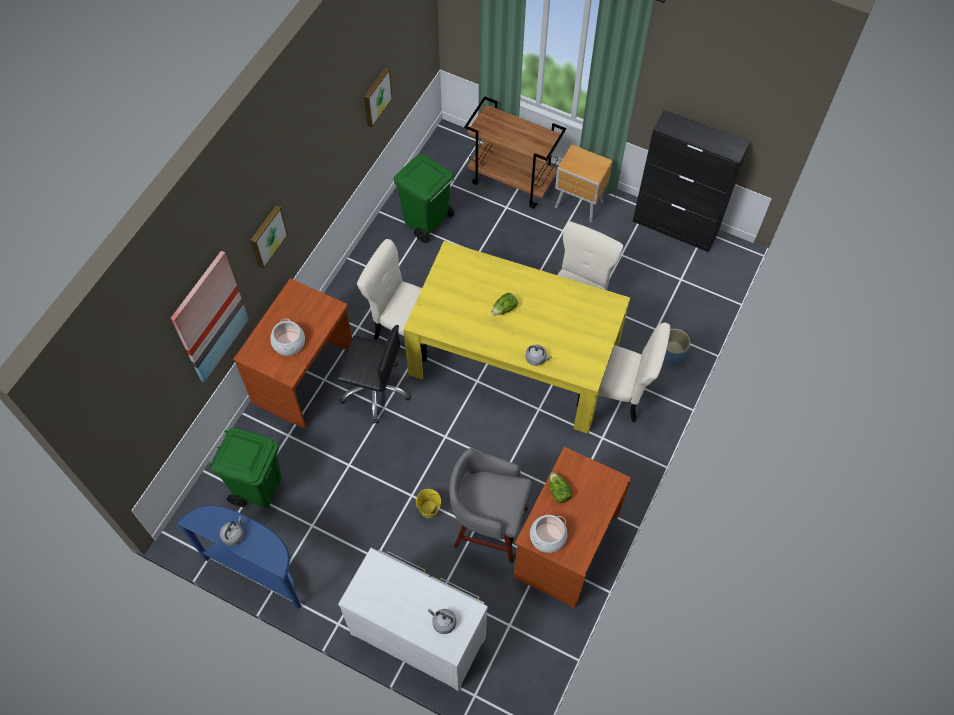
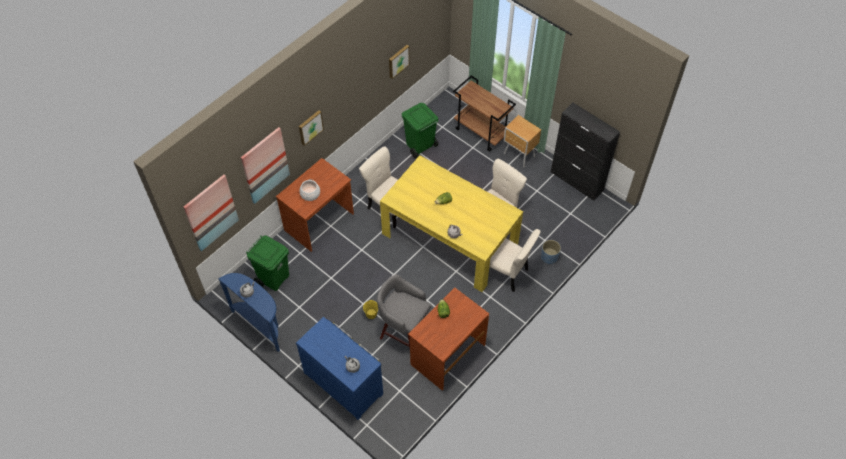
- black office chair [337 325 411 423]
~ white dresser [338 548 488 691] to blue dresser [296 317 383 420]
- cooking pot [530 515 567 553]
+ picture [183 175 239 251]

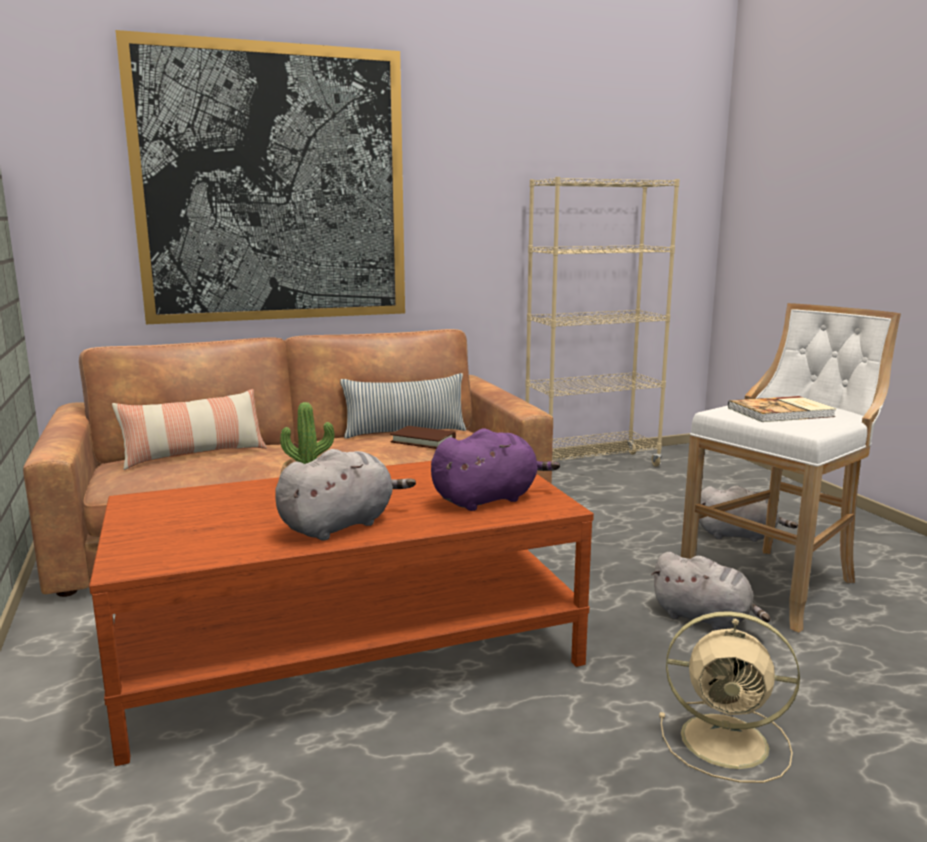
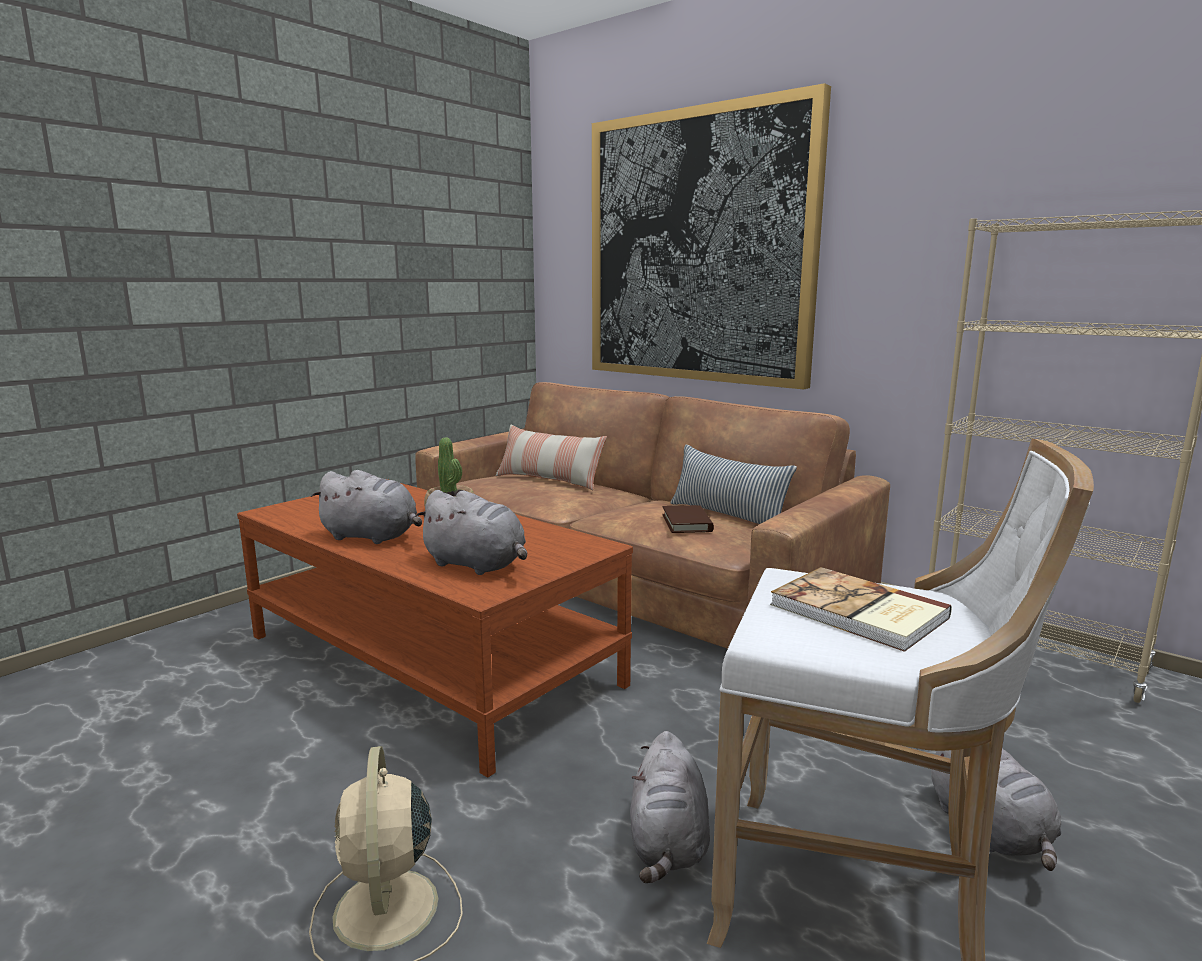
~ purple plush toy [431 429 560 511] to grey plush toy [415 490 527 575]

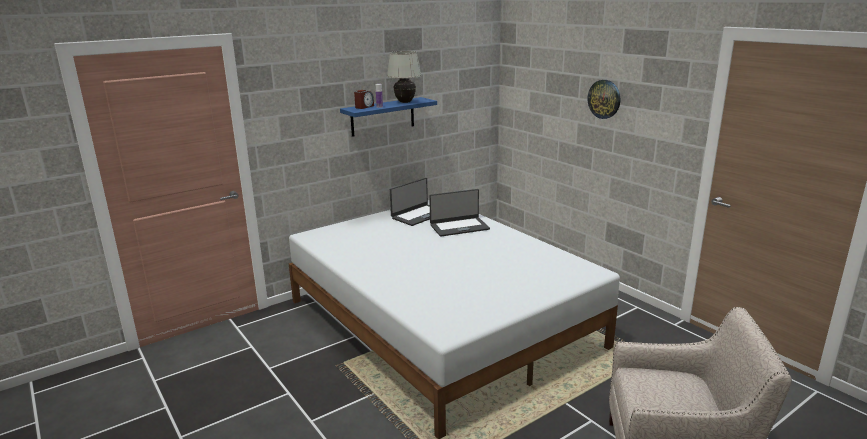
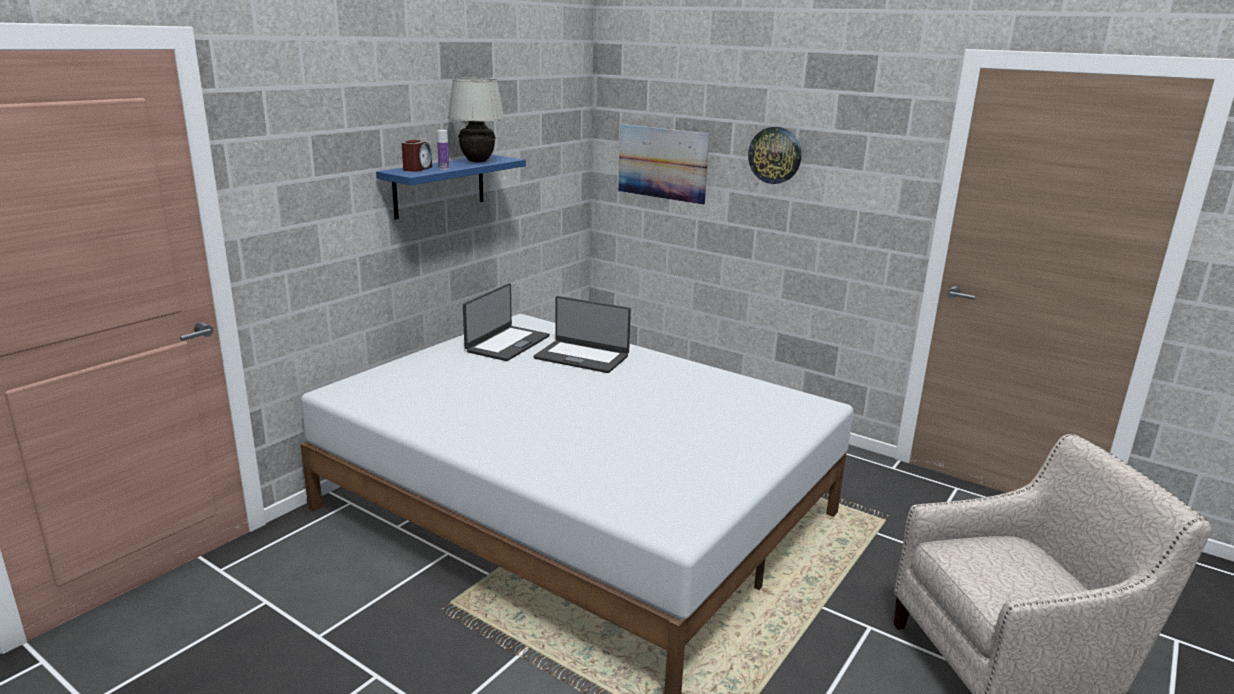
~ laptop [429 189 490 237] = [534 296 631 373] 60 degrees clockwise
+ picture [618 124 710 205]

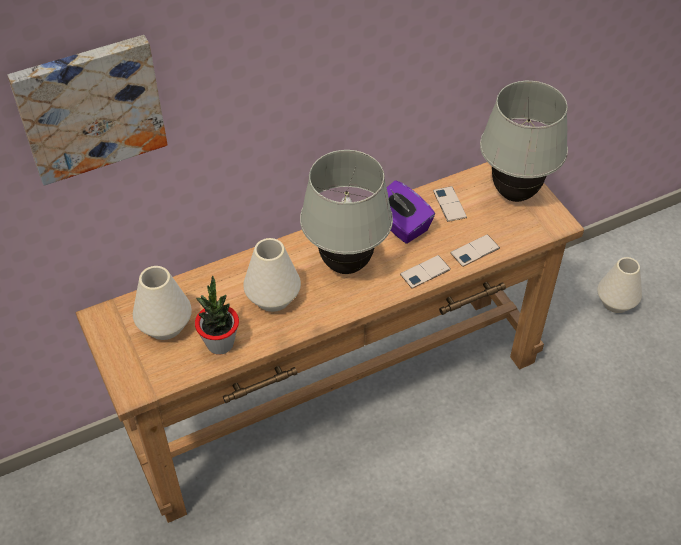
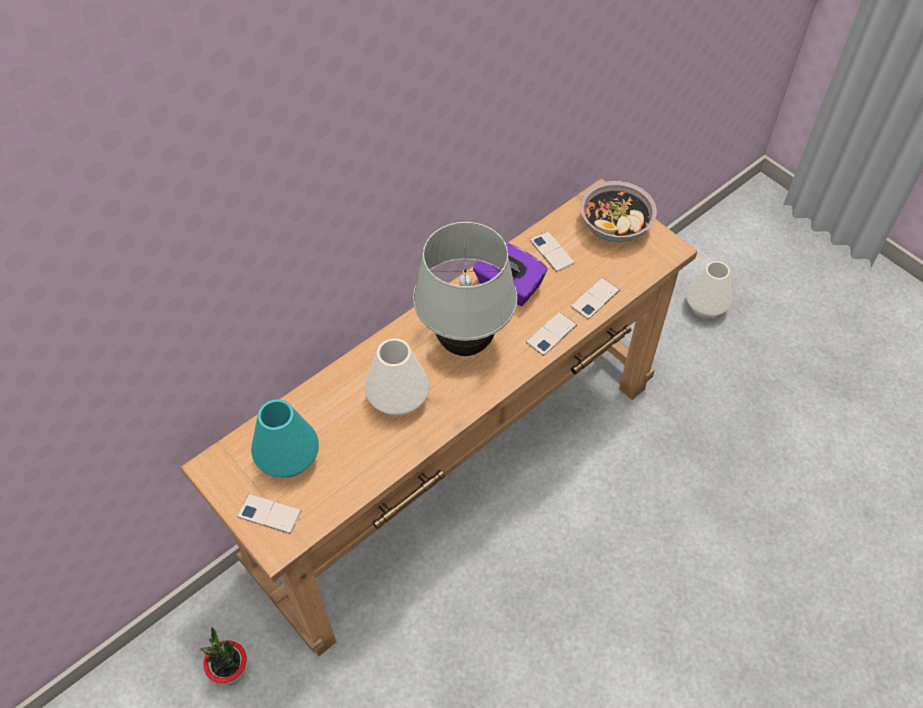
- picture [7 35 168 186]
~ white vase [133 266 192 340] to turquoise vase [251 399 319 478]
~ potted plant [195 276 239 355] to [200 627 246 685]
~ white table lamp [480 81 568 202] to bowl [580 181 657 242]
+ phone [237 494 301 534]

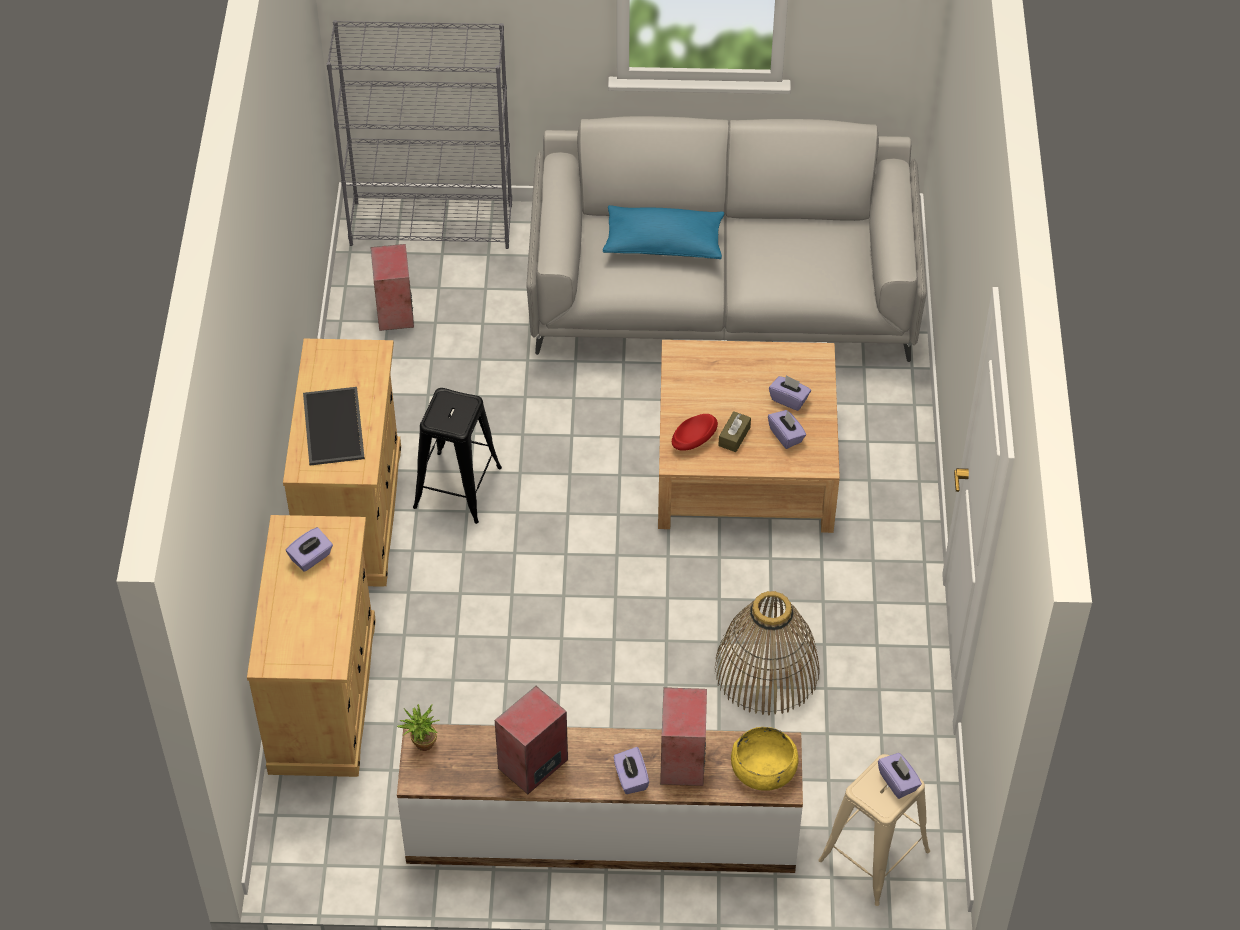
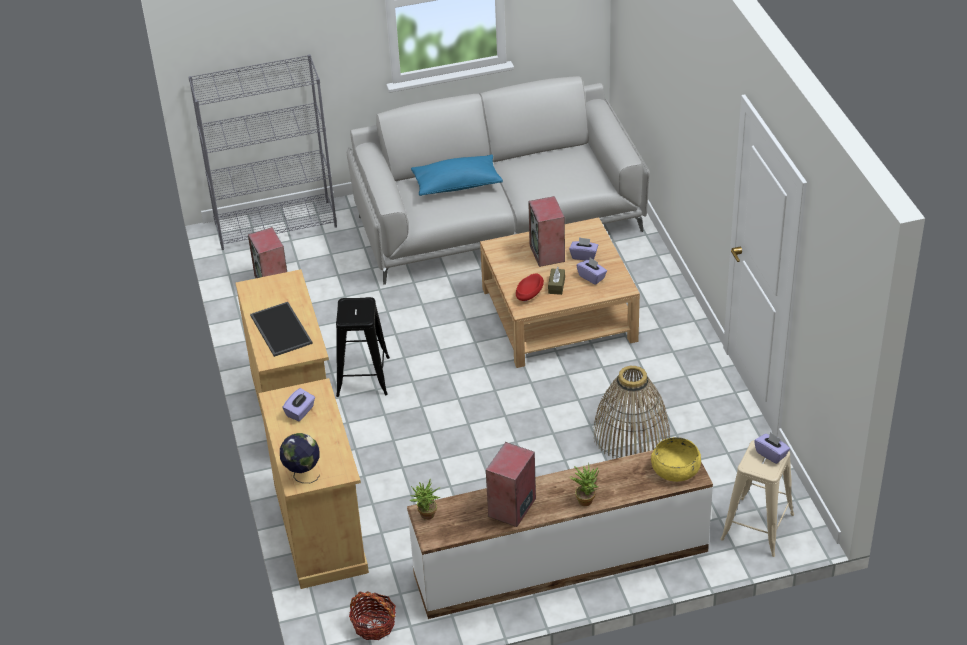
~ purple tissue box [613 747 649 794] to potted plant [570 463 599 506]
~ speaker [660 687 707 786] to [528 196 565 267]
+ globe [280 433 320 483]
+ basket [349 591 396 640]

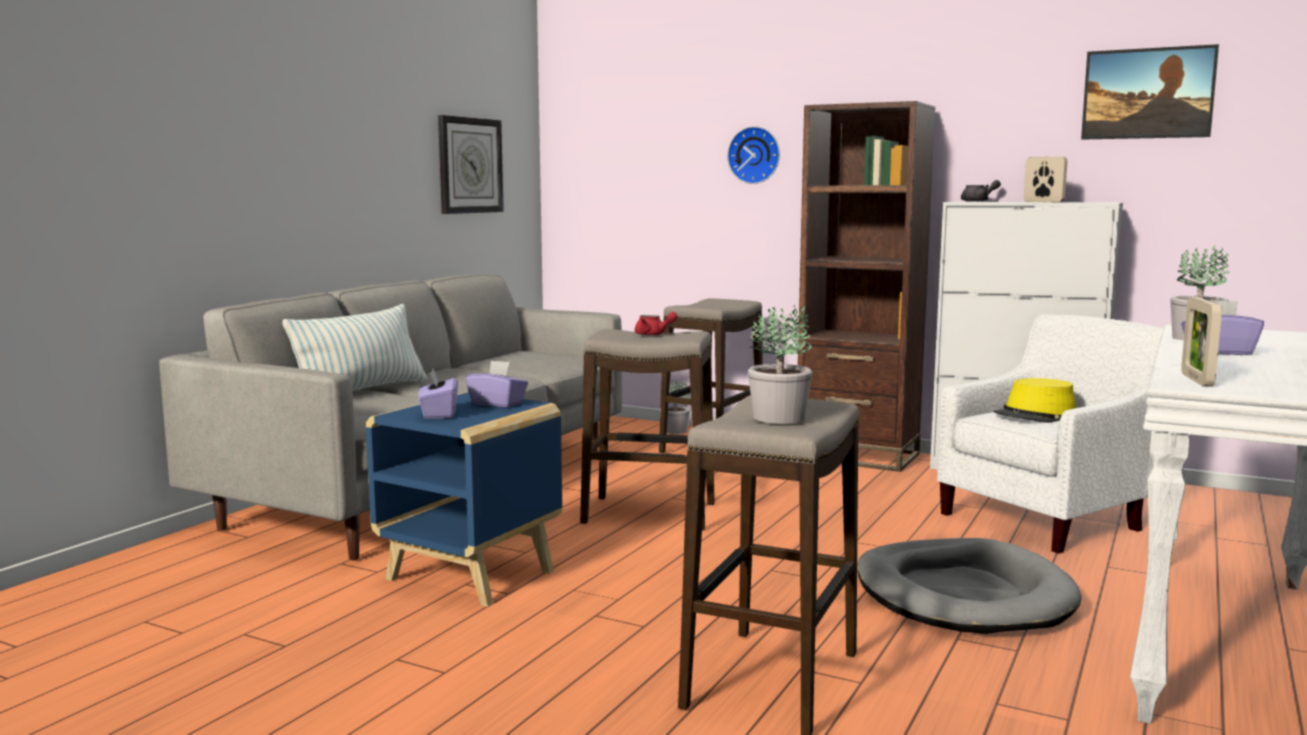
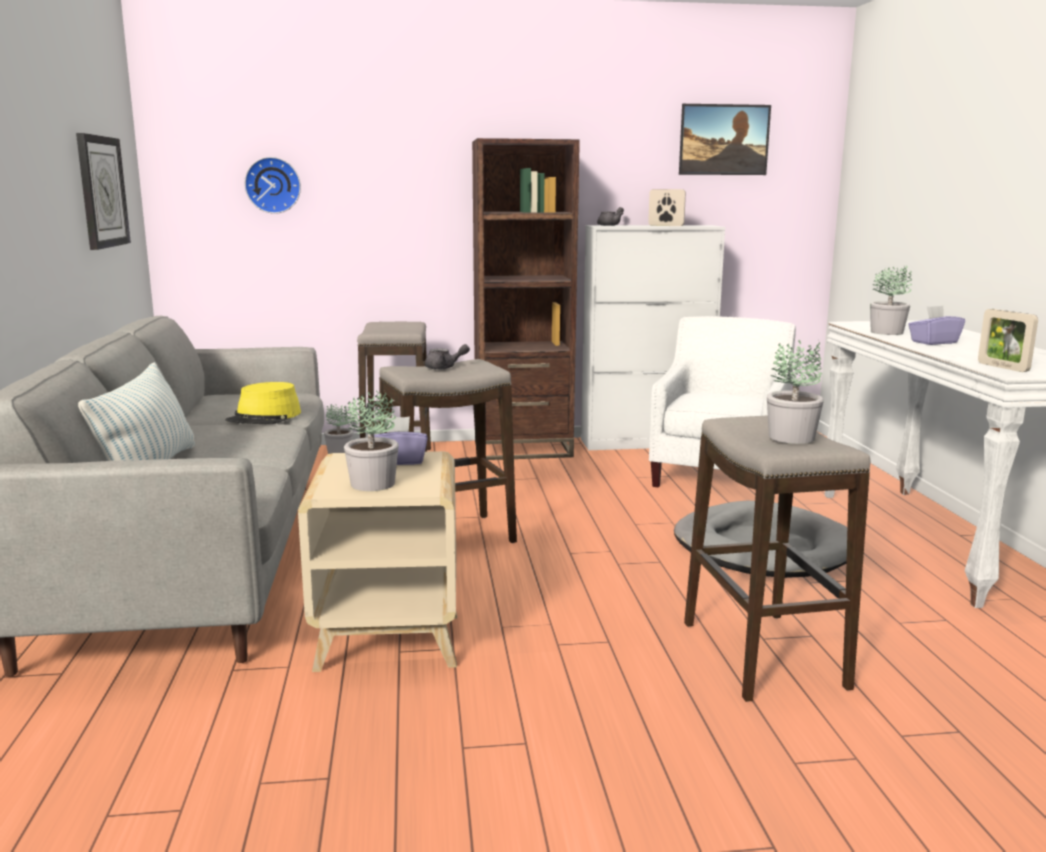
~ blue side table [366 392 562 607] to beige side table [298 451 457 672]
~ purple tissue box [418 369 458 419] to potted plant [344 390 399 491]
~ red teapot [635 312 678 336] to grey teapot [424 344 470 370]
~ wall clock [727 126 780 184] to [244 157 301 214]
~ yellow hat [994 378 1076 423] to [226 382 301 424]

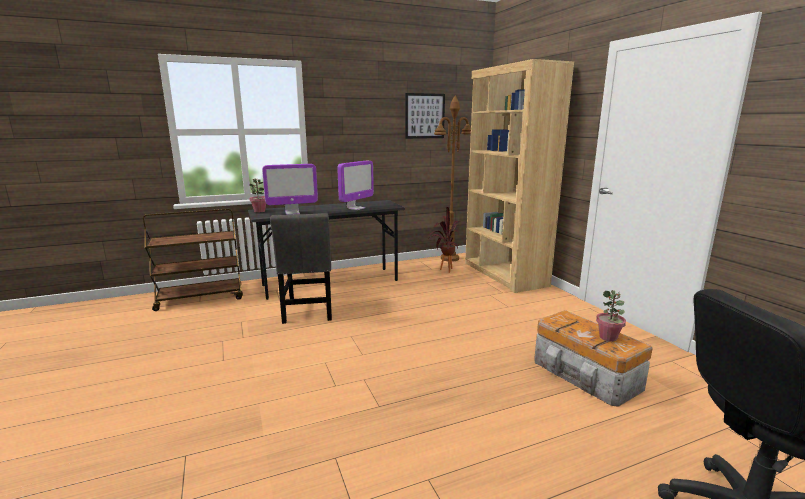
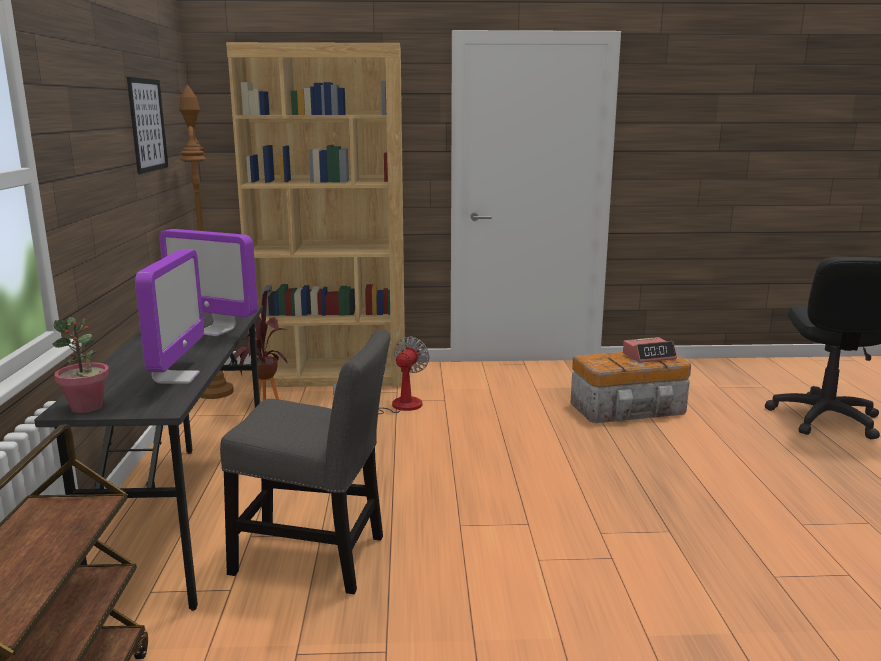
~ monitor [337 161 374 210] = [159 229 258 336] 150 degrees clockwise
~ potted plant [596 290 626 342] to alarm clock [623 337 677 363]
+ fan [333 337 429 414]

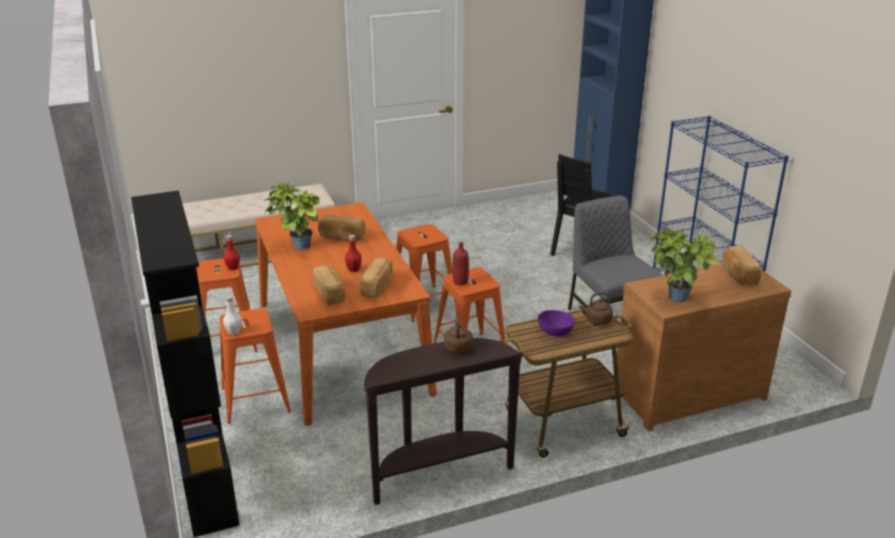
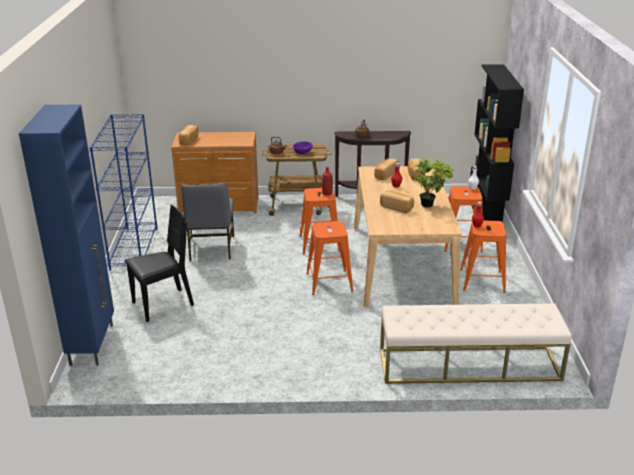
~ orange dining table [255 202 437 426] to beige dining table [354 166 462 307]
- potted plant [648 227 719 302]

